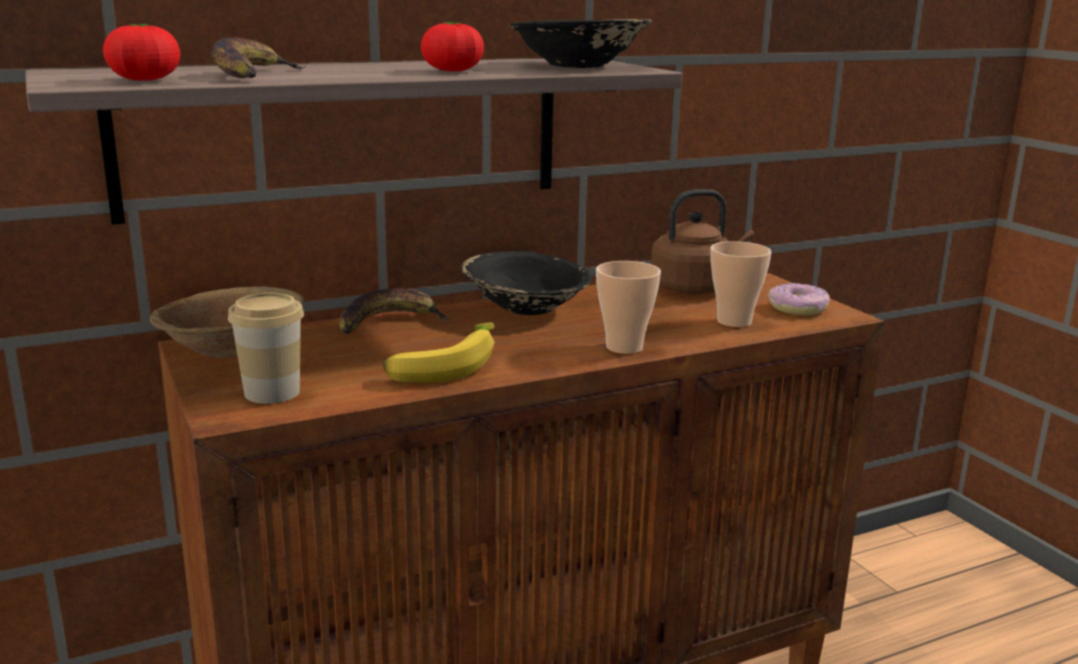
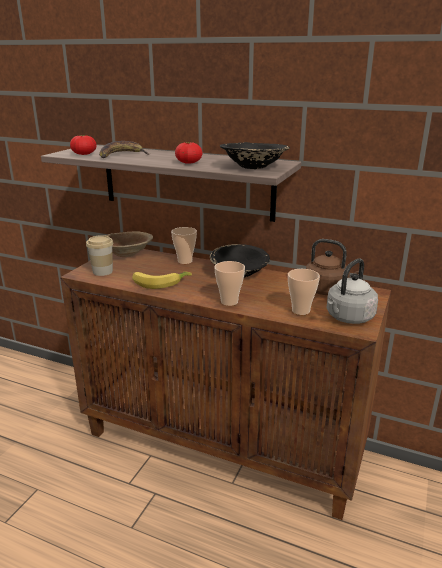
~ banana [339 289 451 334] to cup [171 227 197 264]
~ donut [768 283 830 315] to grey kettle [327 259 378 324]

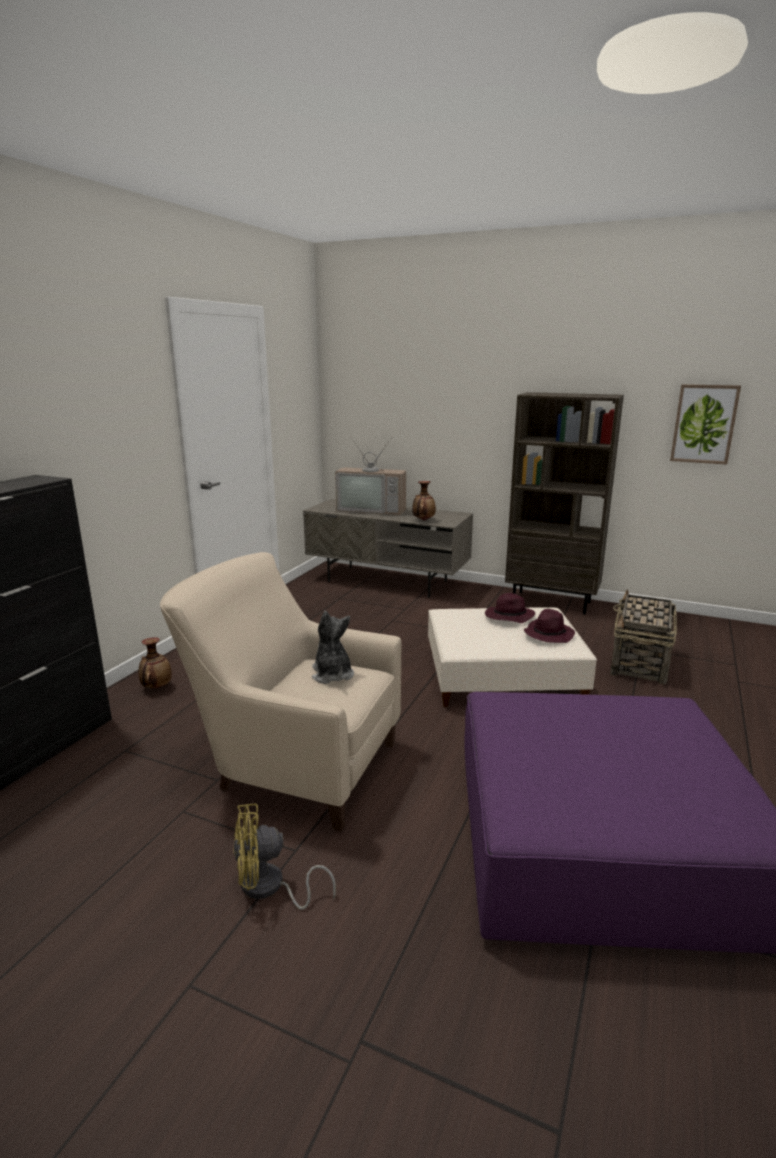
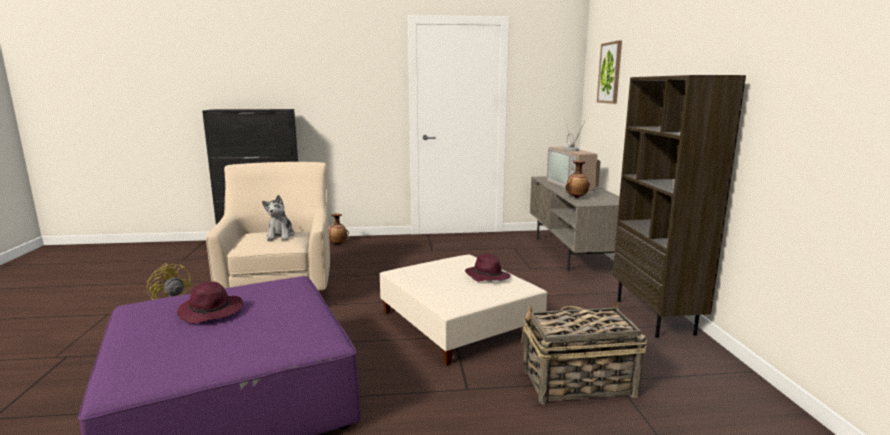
~ plush toy [312 611 354 684] = [262 195 295 240] 135 degrees clockwise
~ purple hat [523 609 575 643] to [177 282 243 324]
~ picture [670 384 741 465] to [597 40 622 104]

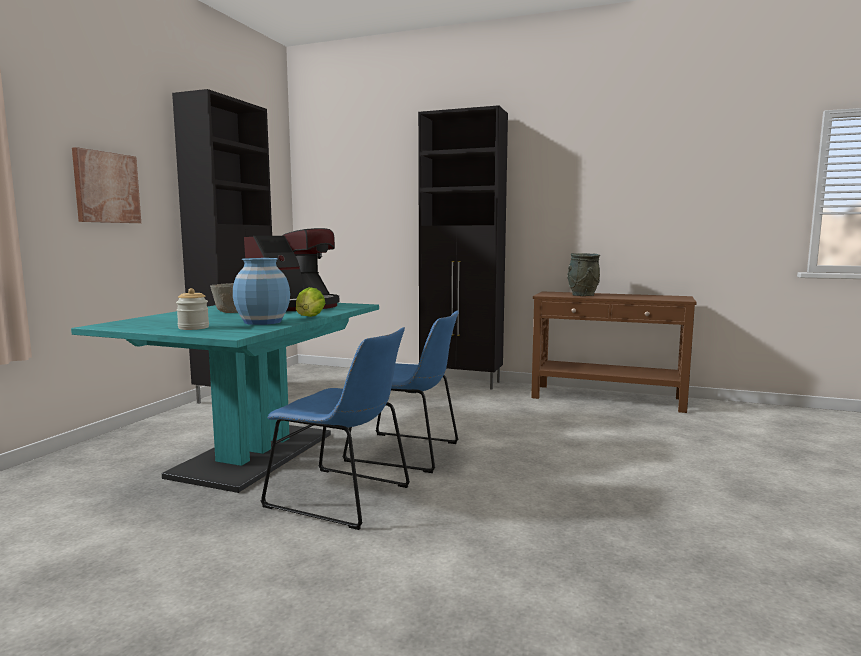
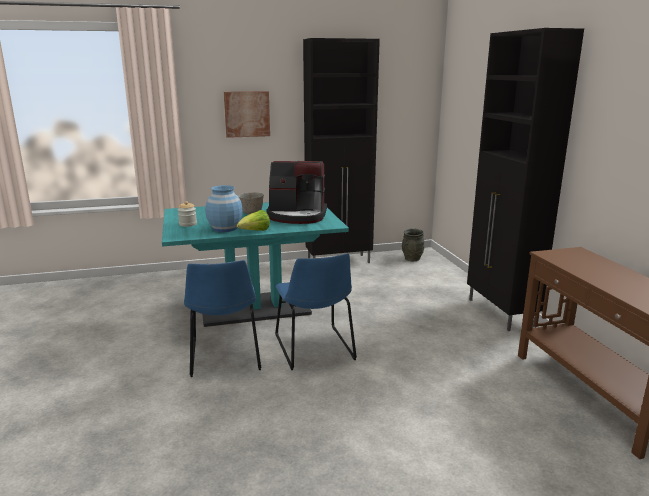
~ grey vase [567 253 600 296] to [402 228 424 261]

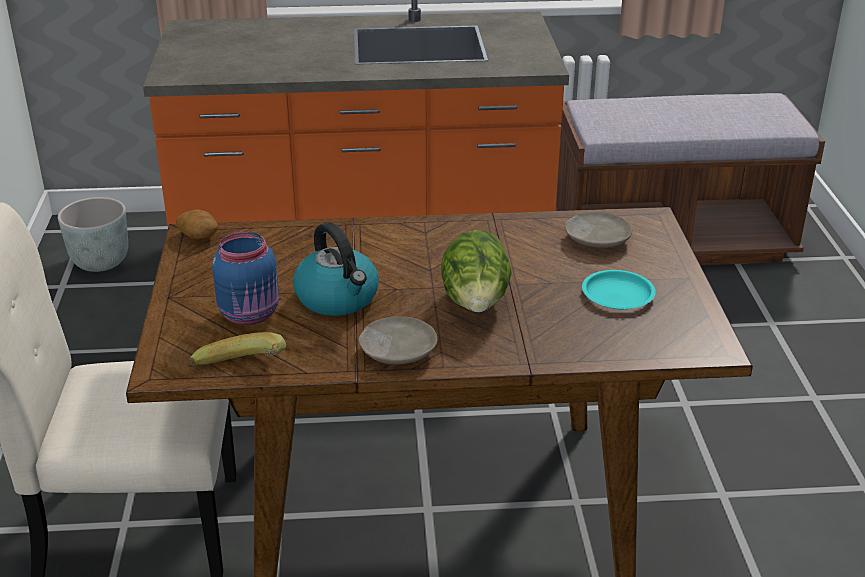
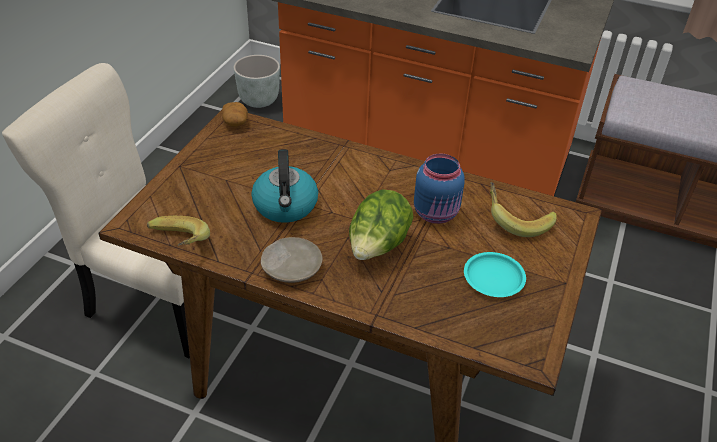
~ blue jar [212 232 279 325] to [414 153 465 224]
~ beige plate [565 211 632 248] to banana [490 182 556 237]

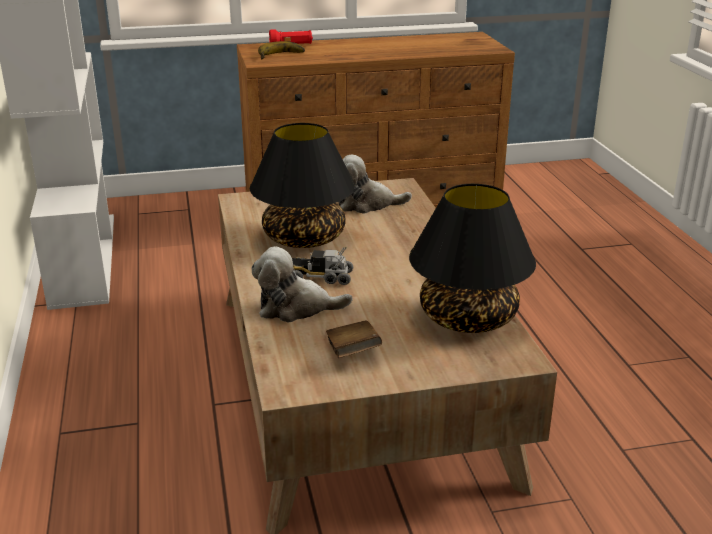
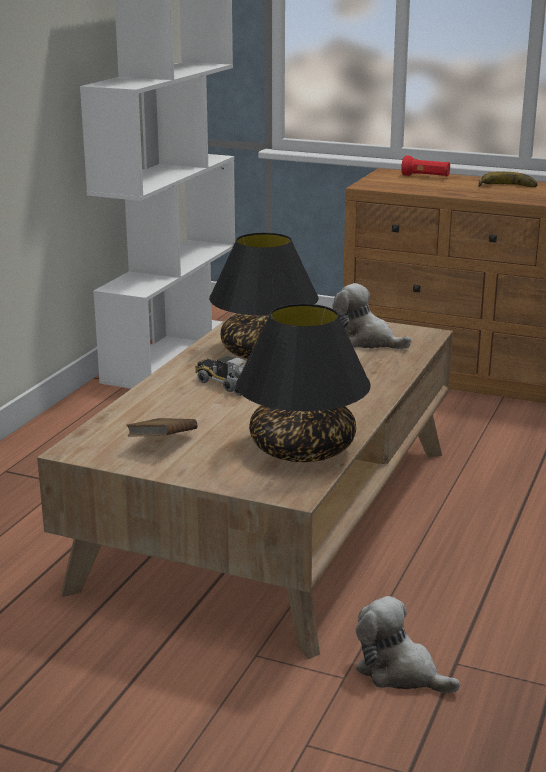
~ plush toy [251 246 352 322] to [356 596 460 693]
~ banana [258 41 305 59] to [478 172 538 187]

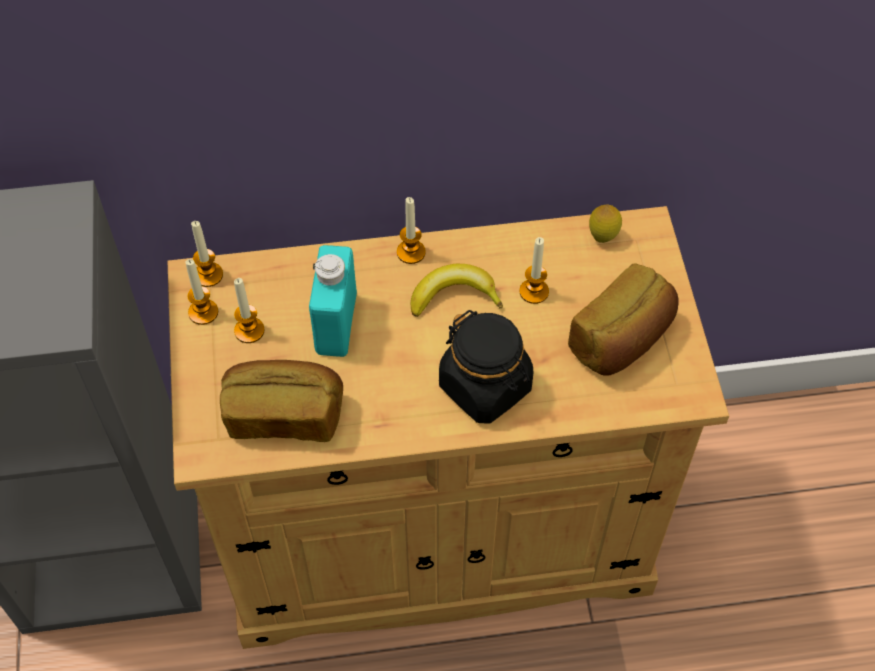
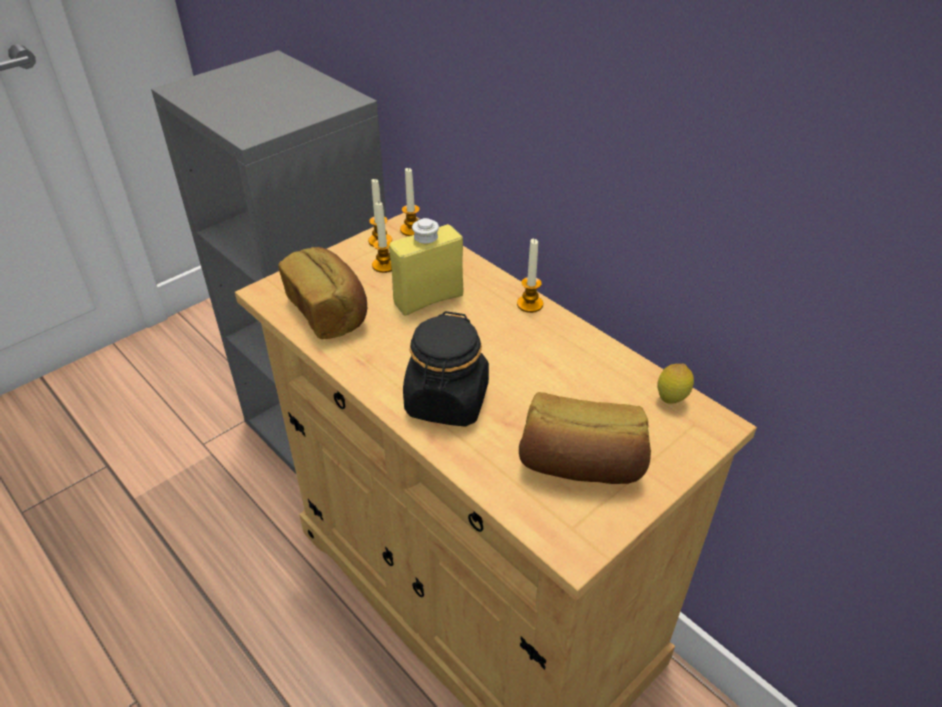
~ turquoise bottle [309 245 357 357] to yellow bottle [389 218 463 316]
- banana [411 264 503 317]
- candle [519 237 549 304]

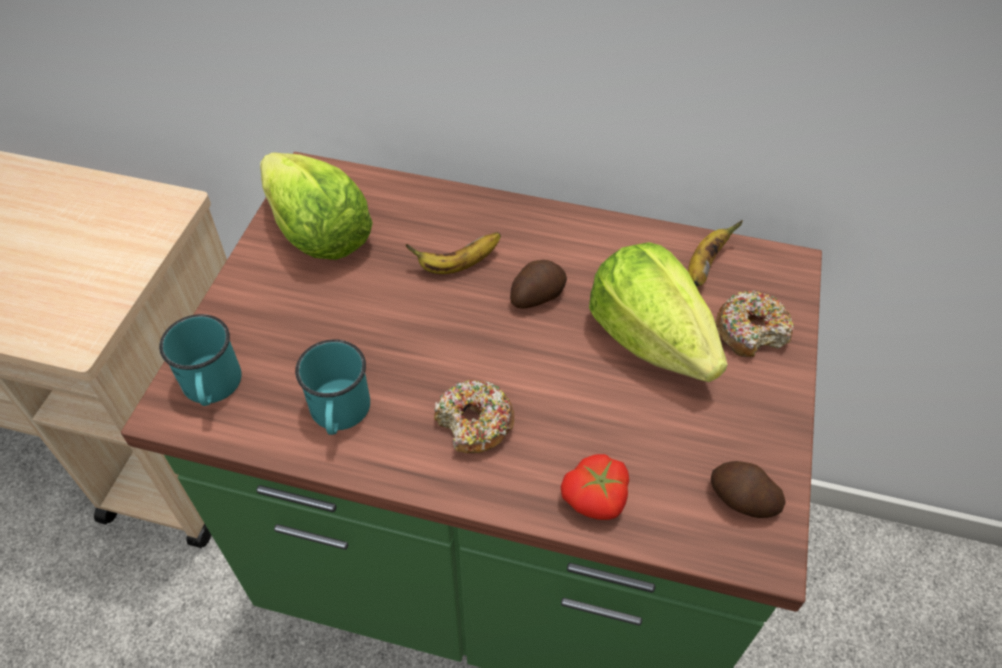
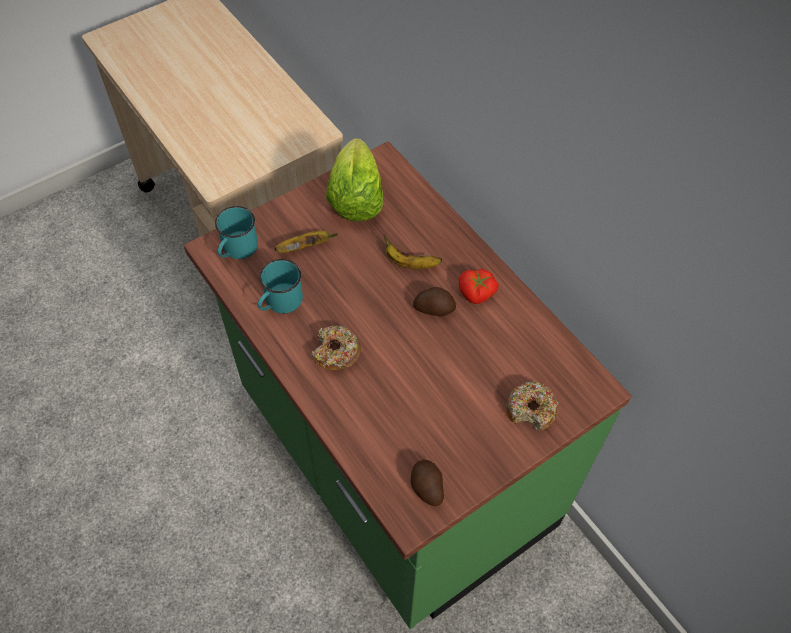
~ tomato [561 454 629 520] to [459 269 499 304]
- lettuce [589 242 727 382]
~ banana [688 220 743 287] to [275 231 338 253]

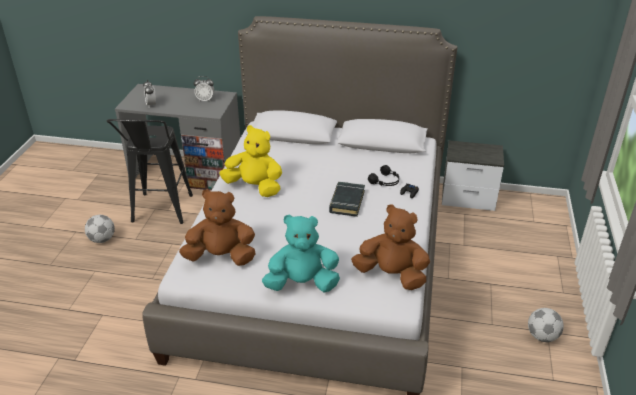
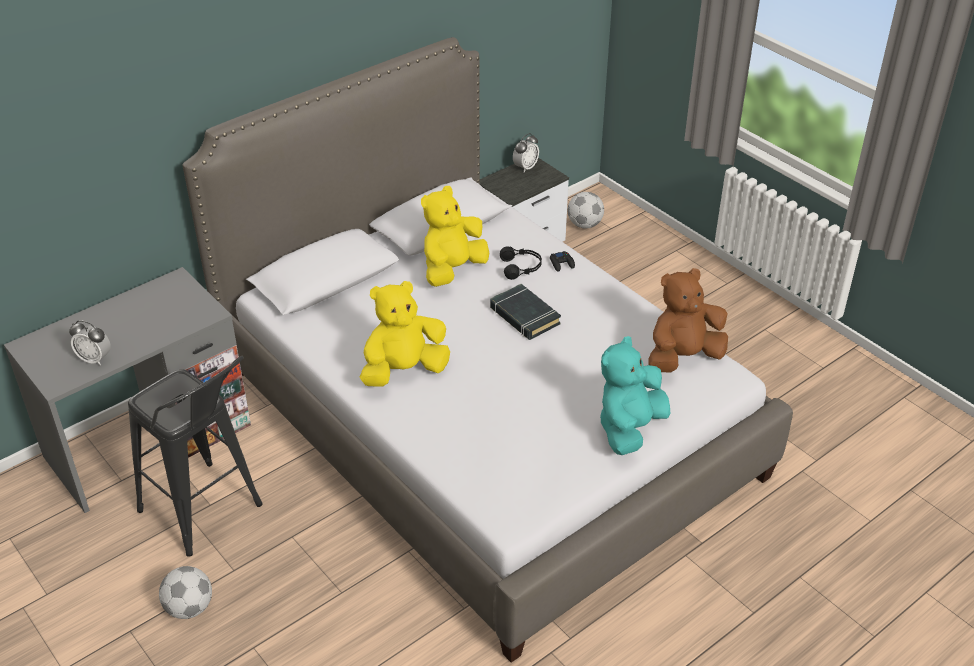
- brown plush toy [179 189 256 266]
~ alarm clock [194 76 214 102] to [513 133 539 172]
~ football [528 308 564 342] to [568 192 604 228]
+ yellow plush toy [421 186 489 287]

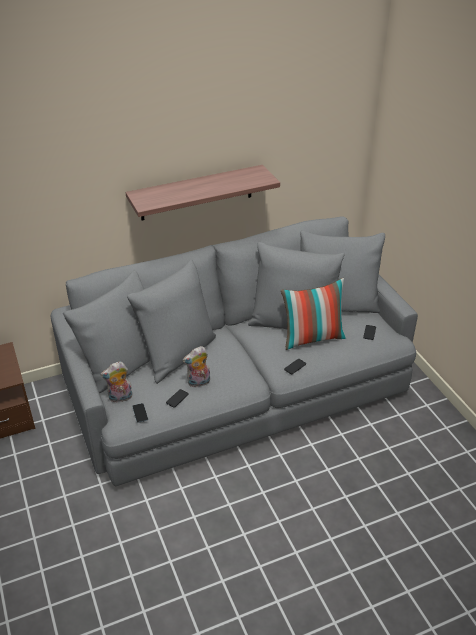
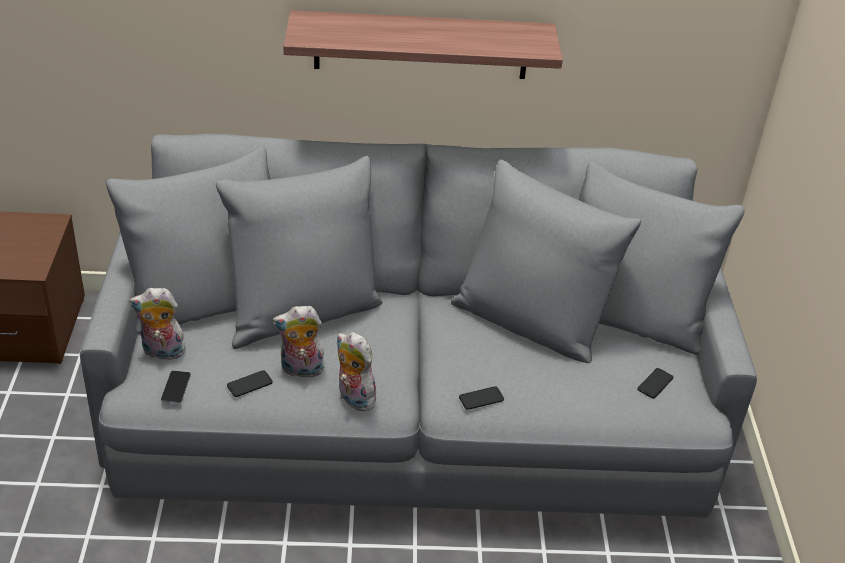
- pillow [281 278 346 350]
+ plush toy [337 332 377 411]

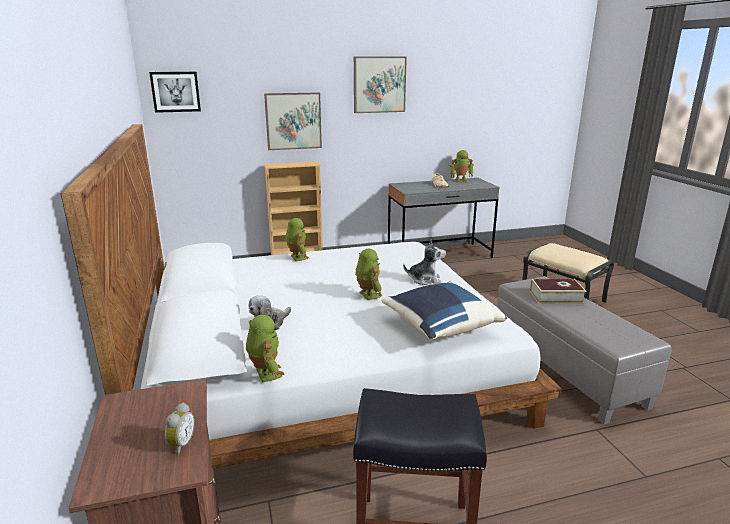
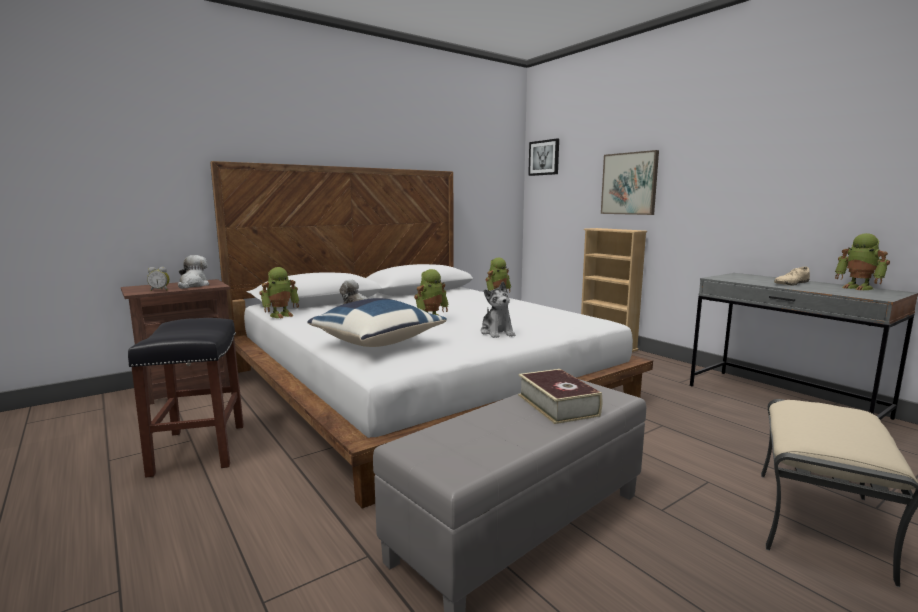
- picture [354 56 407 113]
+ plush toy [178 255 209 289]

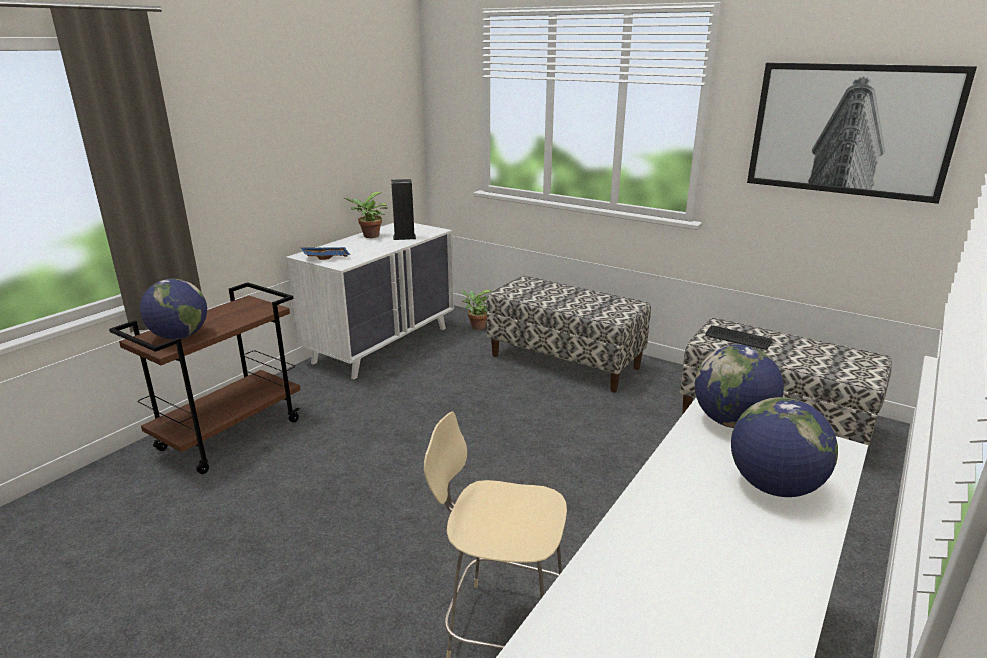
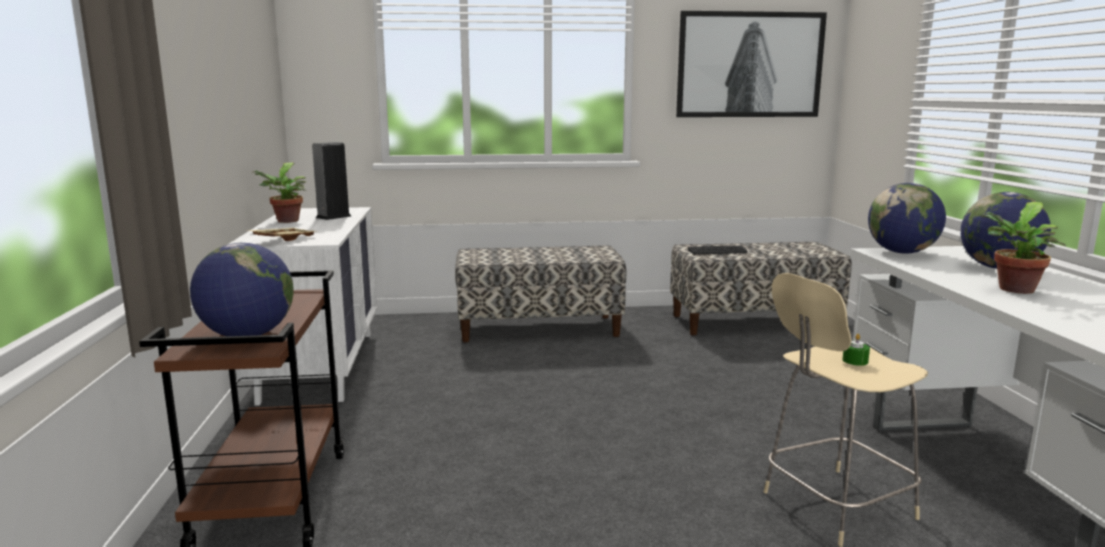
~ blue tray [301 247 350 260] to beige tray [248 228 319 241]
~ potted plant [460 290 492 330] to [981 202 1066 294]
+ green candle [842 334 870 366]

